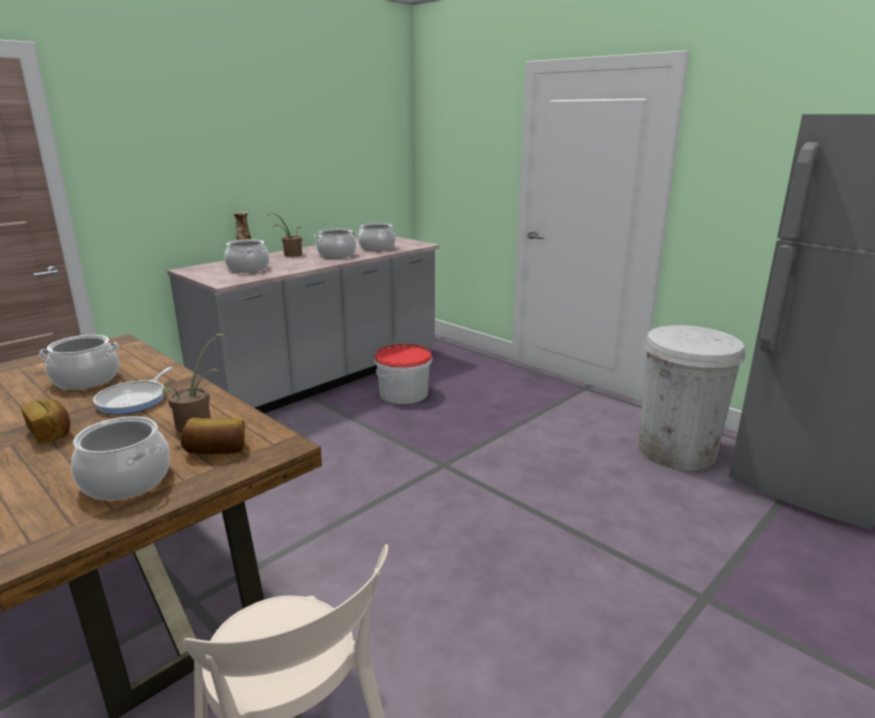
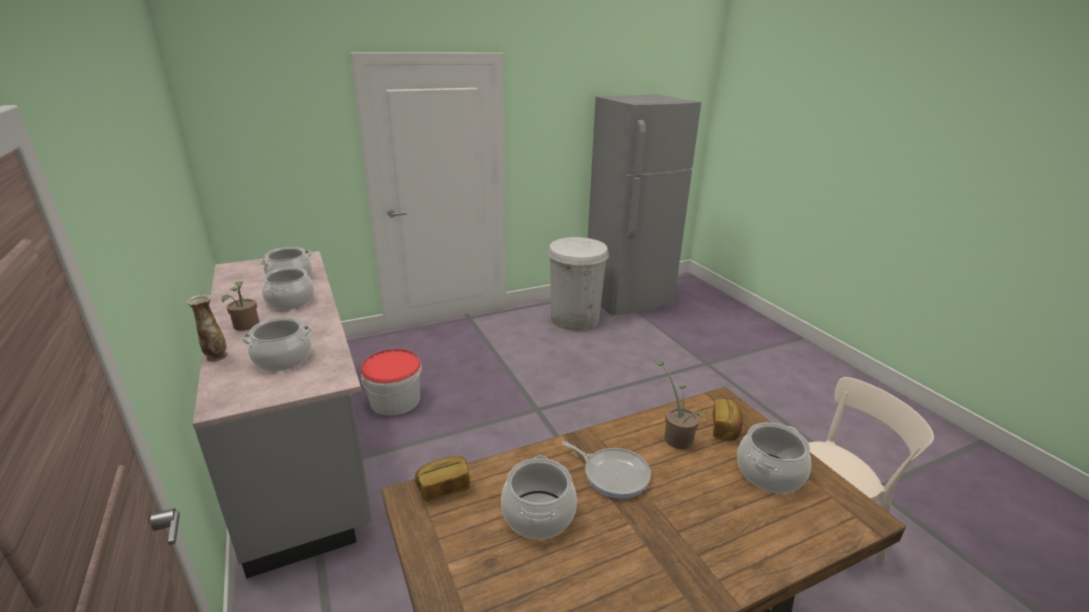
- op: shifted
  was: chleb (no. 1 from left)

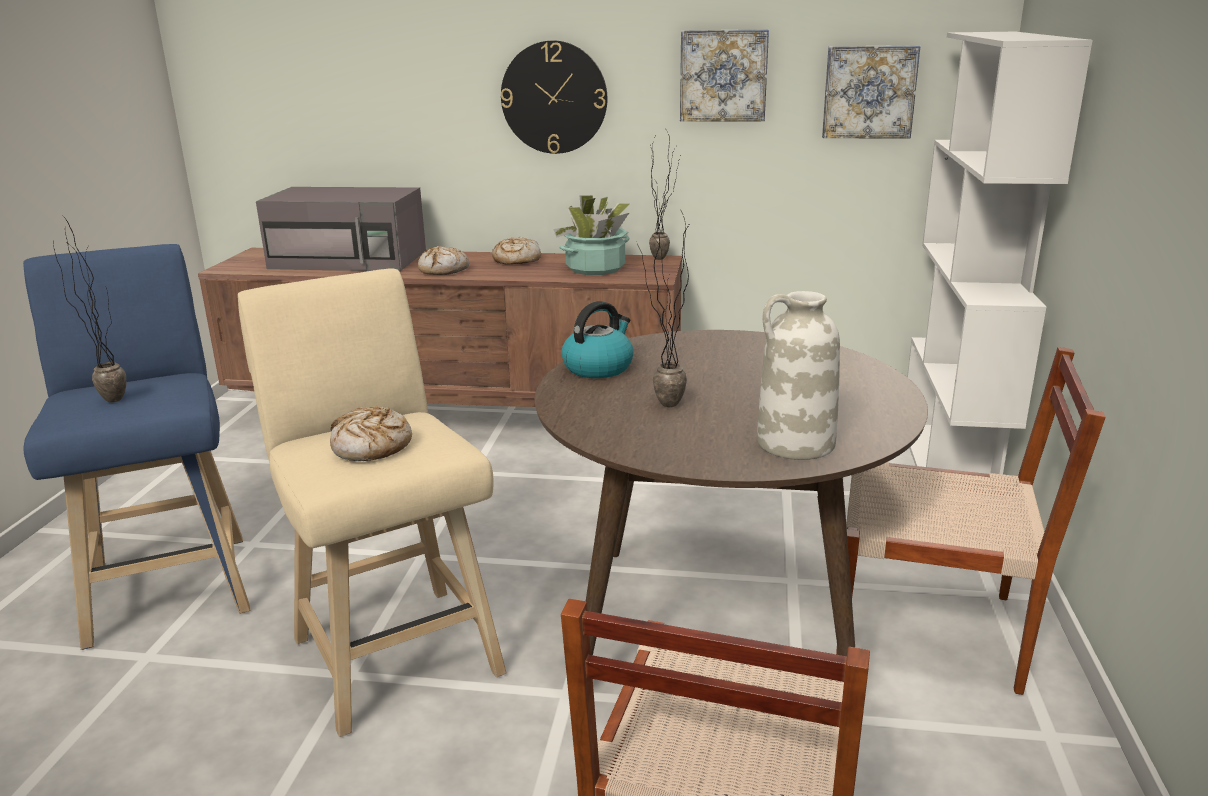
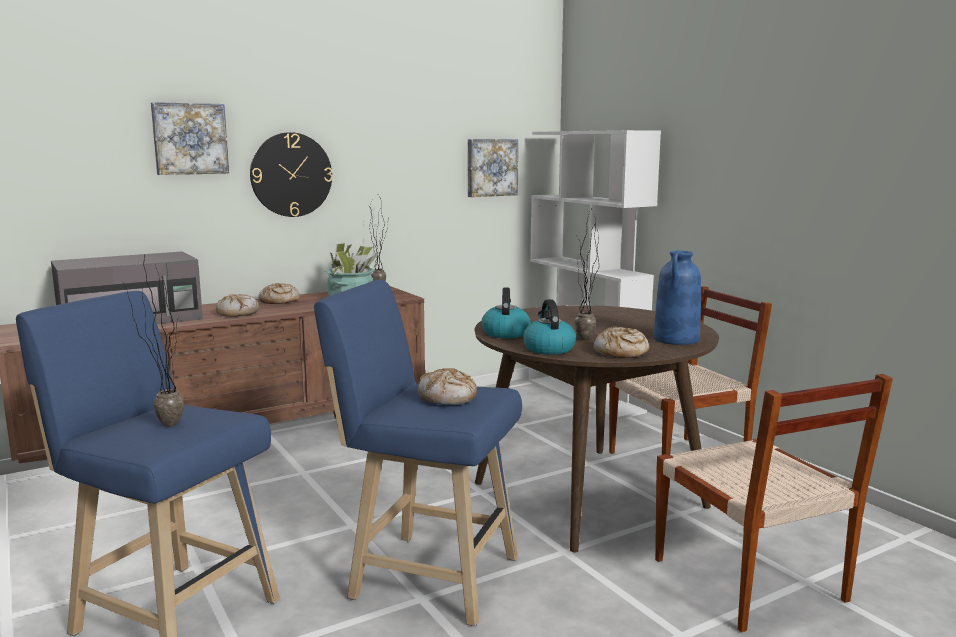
- op: repainted
  was: stołek/beżowy
  now: stołek/niebieski (no. 2 from left)
- op: shifted
  was: obraz (no. 1 from left)
- op: repainted
  was: wazon/biały
  now: wazon/niebieski
- op: new
  now: czajnik (no. 2 from left)
- op: new
  now: chleb (no. 4 from left)

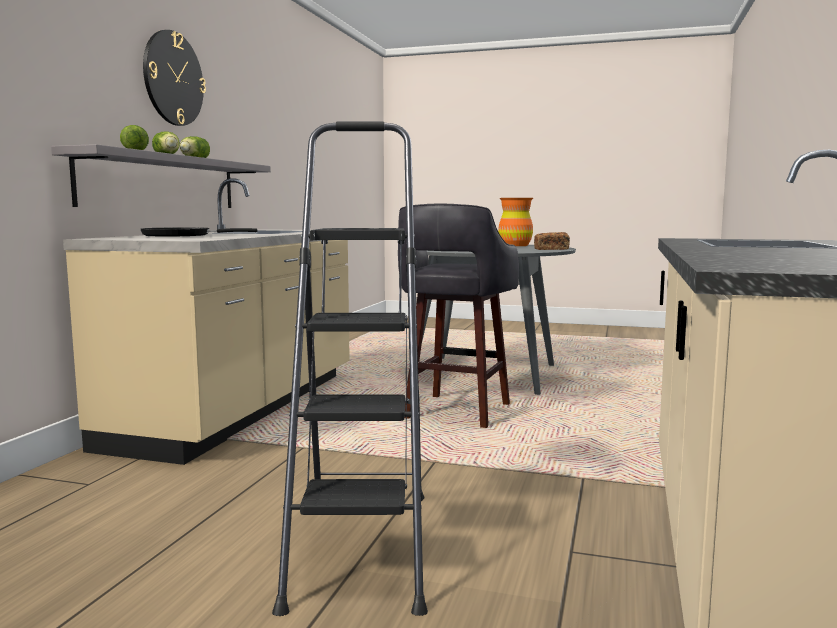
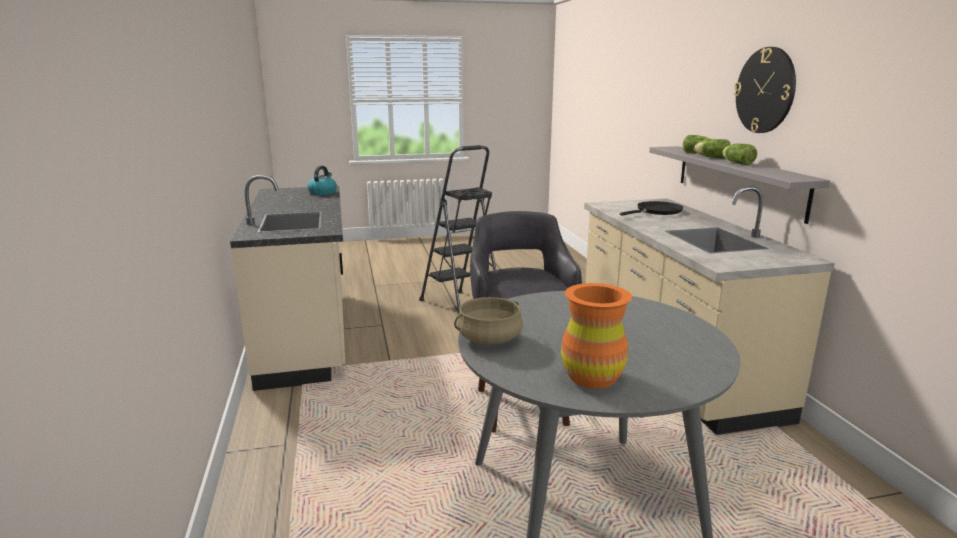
- op: swapped
  was: chleb
  now: garnek/beżowy
- op: new
  now: czajnik

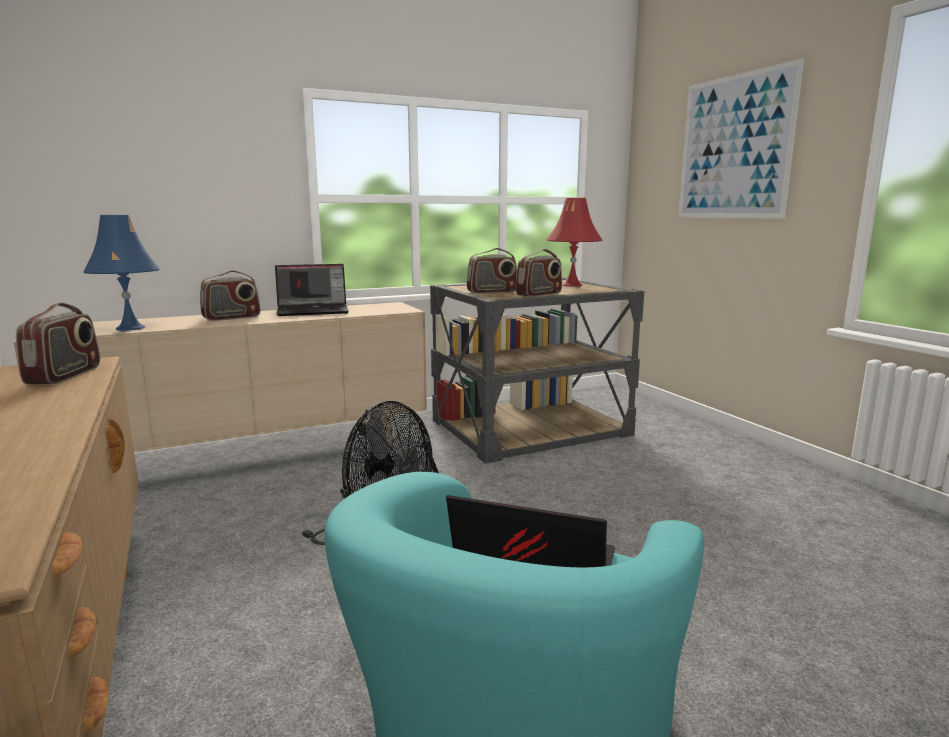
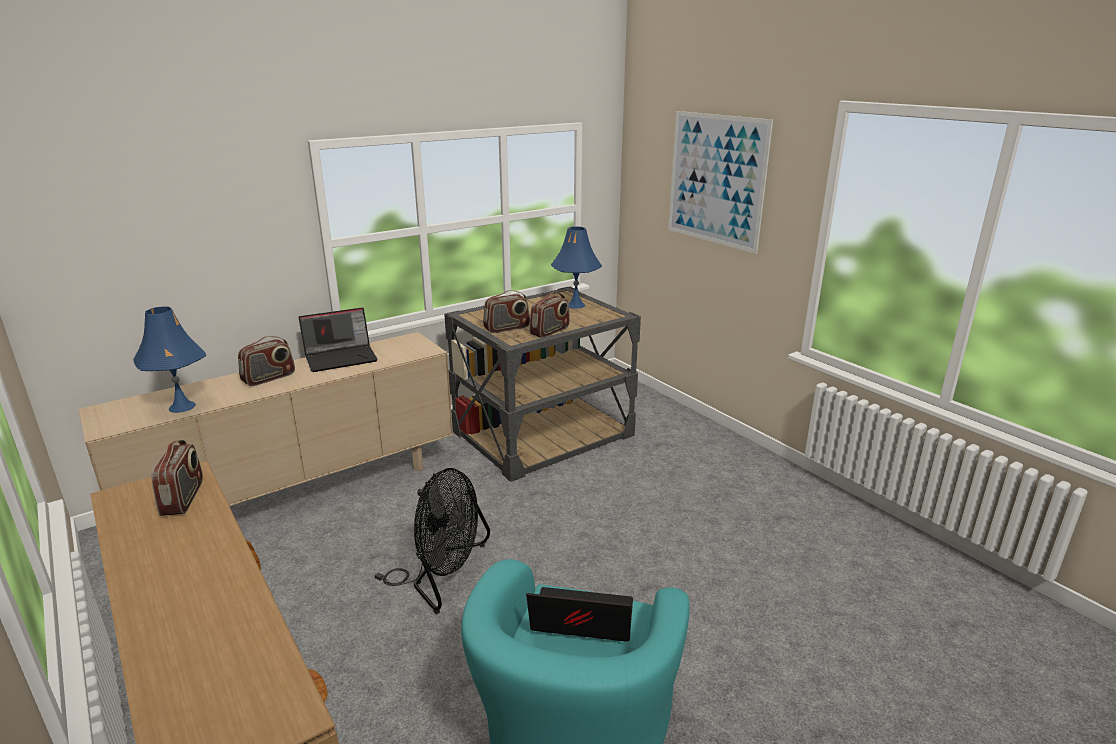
- op: repainted
  was: lampa stołowa/czerwony
  now: lampa stołowa/niebieski (no. 2 from left)

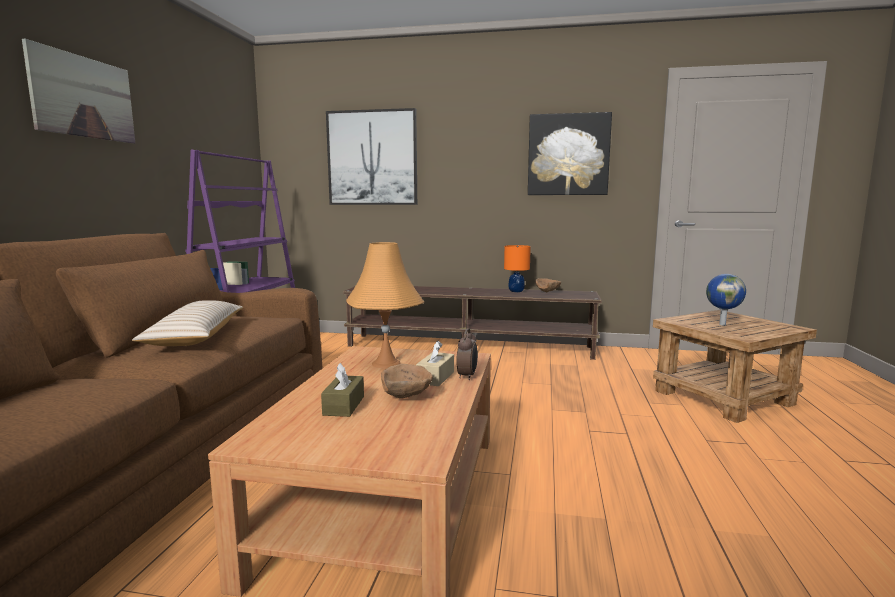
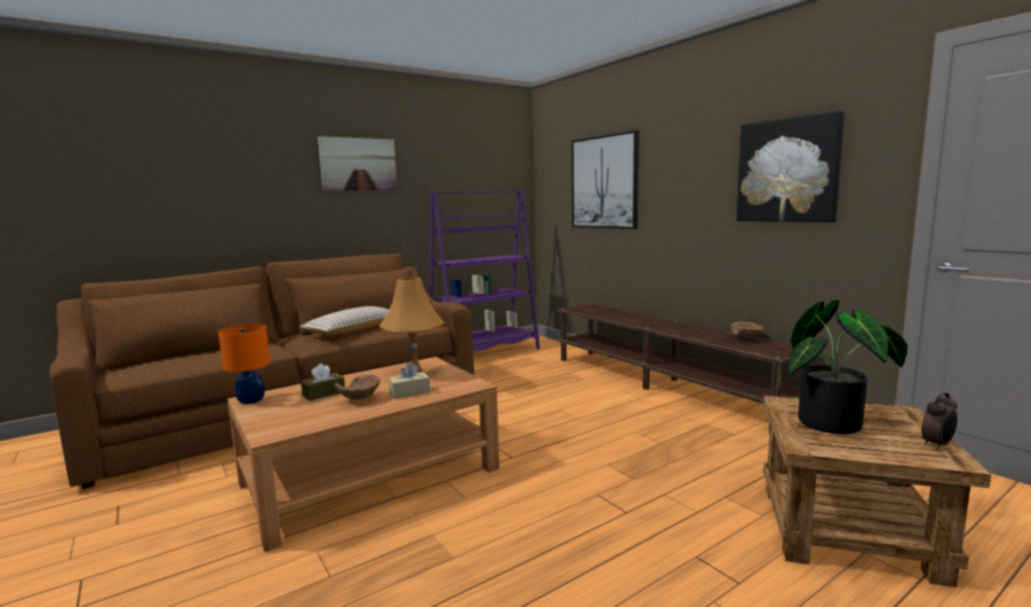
- op: shifted
  was: budzik
- op: shifted
  was: lampa stołowa/pomarańczowy (no. 2 from left in the first image)
  now: lampa stołowa/pomarańczowy (no. 1 from left)
- op: swapped
  was: globus
  now: roślina doniczkowa

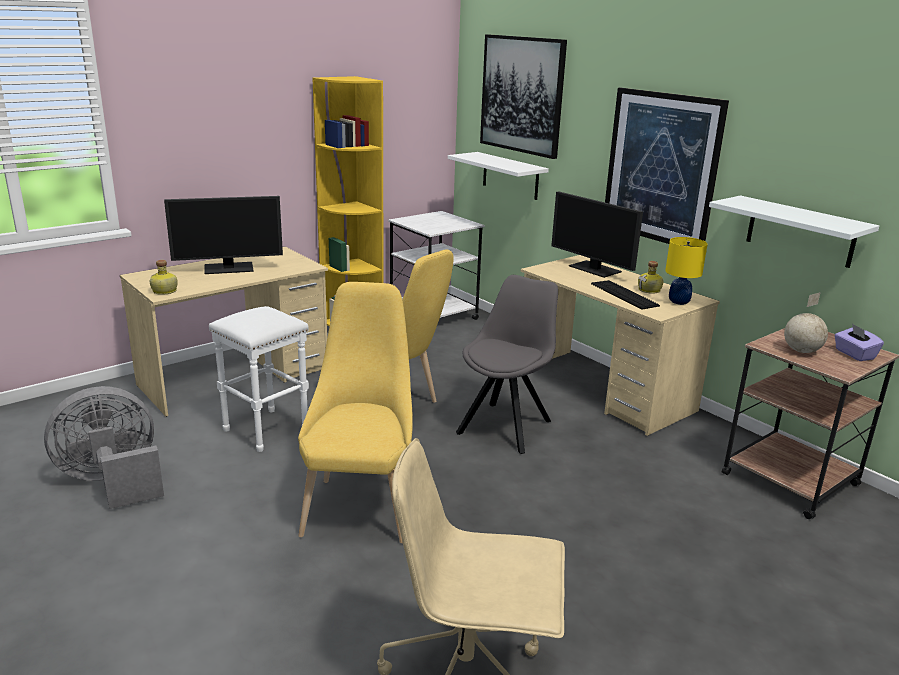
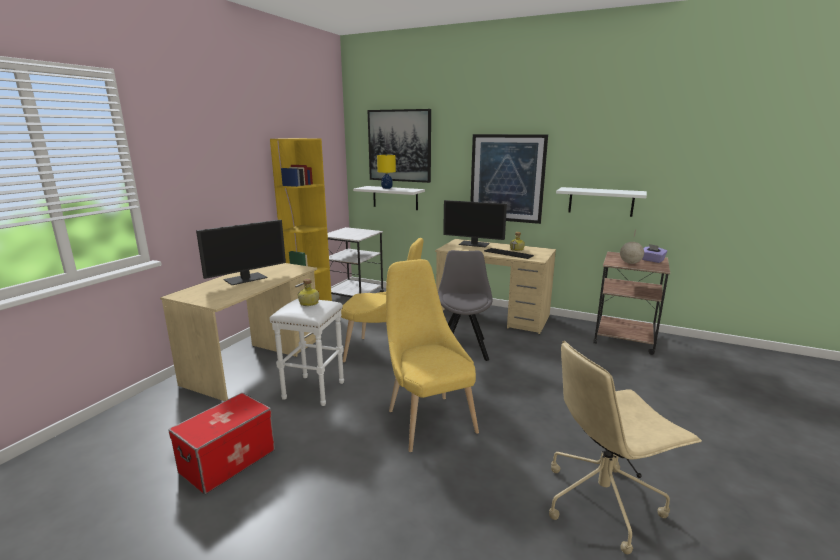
- op: swapped
  was: wentylator/szary
  now: pojemnik do przechowywania
- op: shifted
  was: butelka (no. 1 from left)
- op: shifted
  was: lampa stołowa/żółty

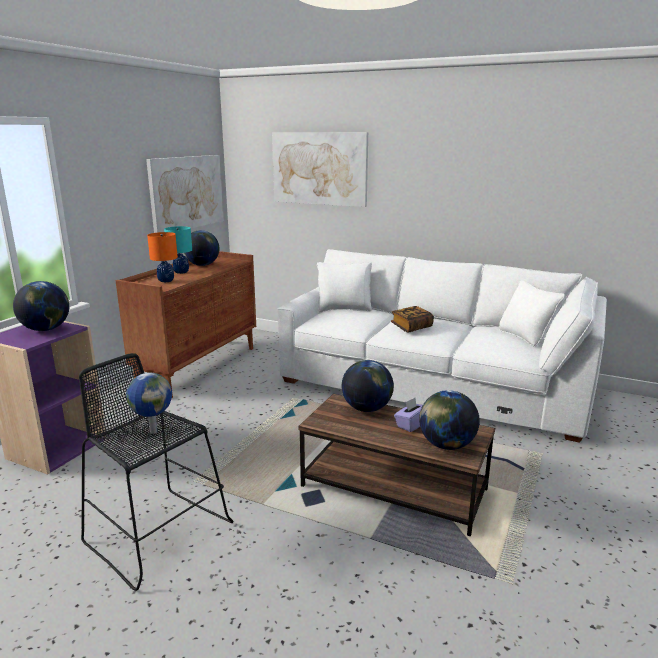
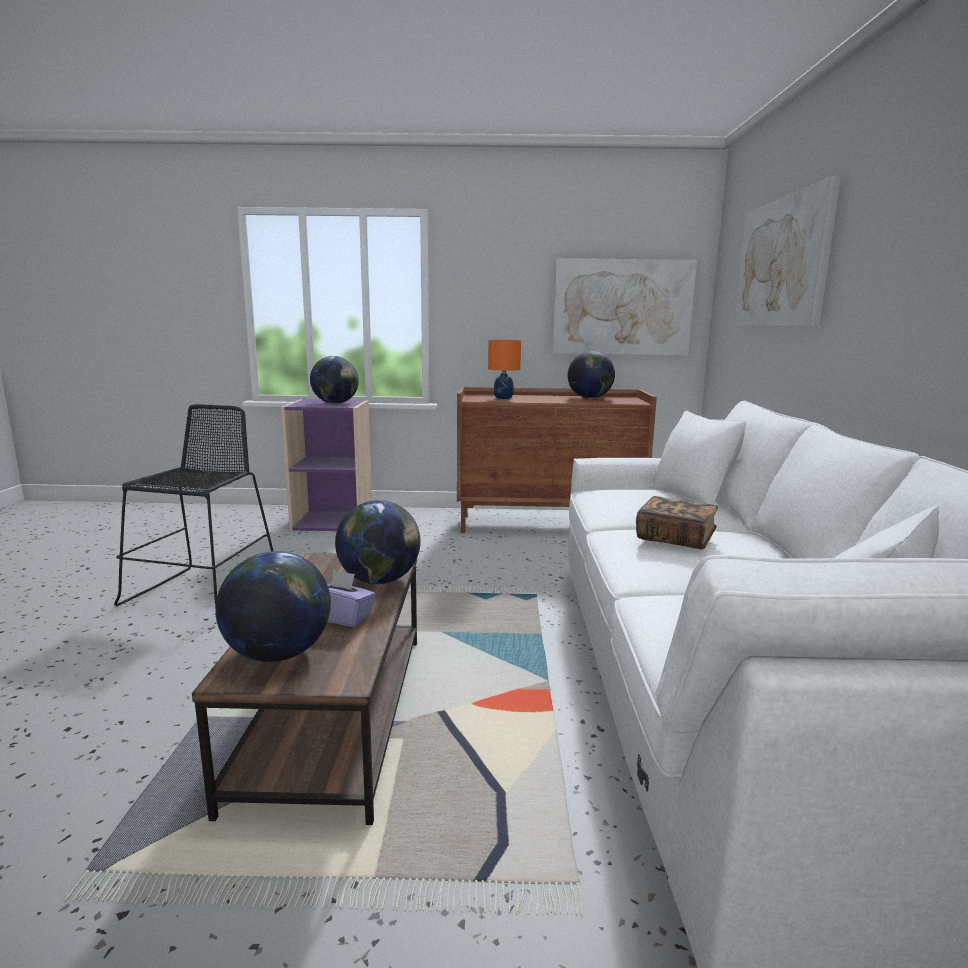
- op: gone
  was: globus (no. 2 from left)
- op: gone
  was: lampa stołowa/turkusowy

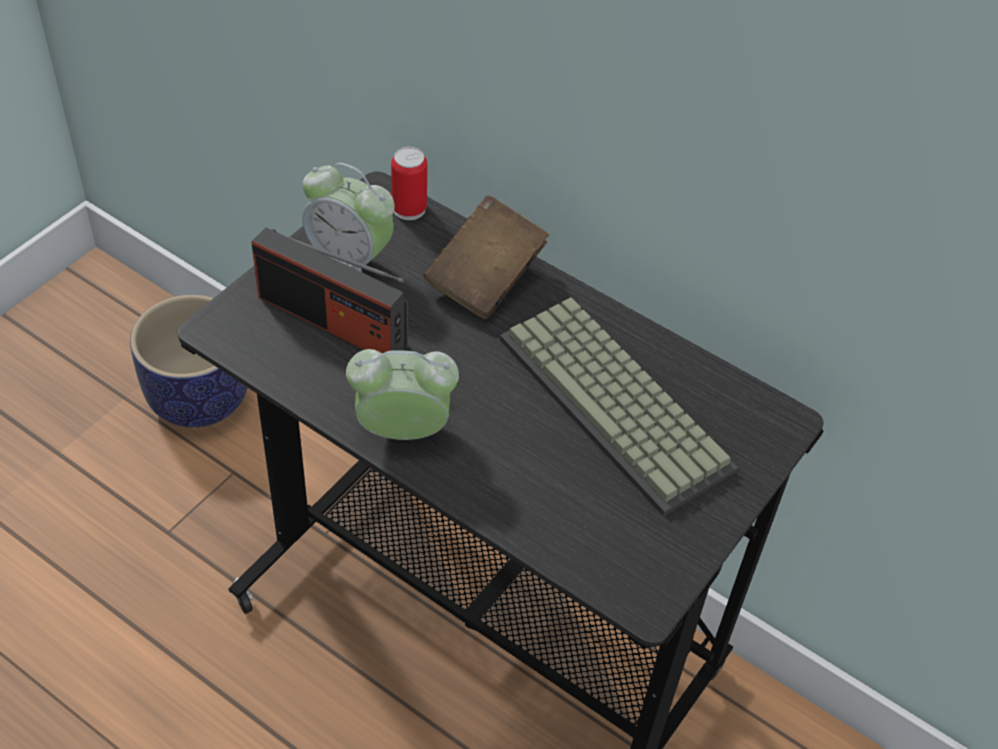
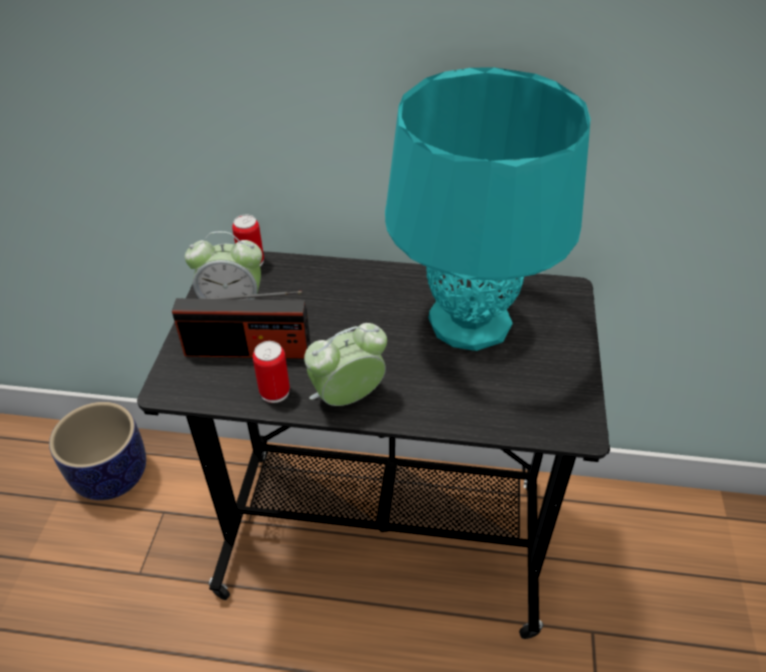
- op: gone
  was: książka/brązowy
- op: swapped
  was: klawiatura
  now: lampa stołowa/turkusowy
- op: new
  now: puszka (no. 2 from left)

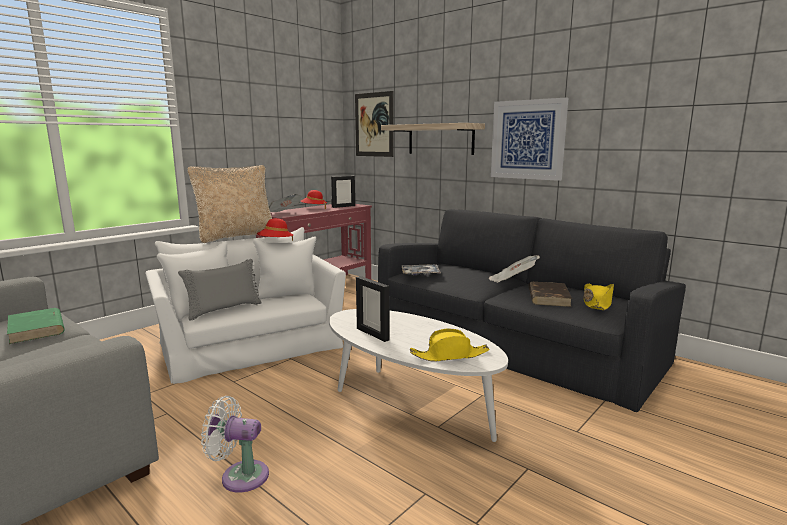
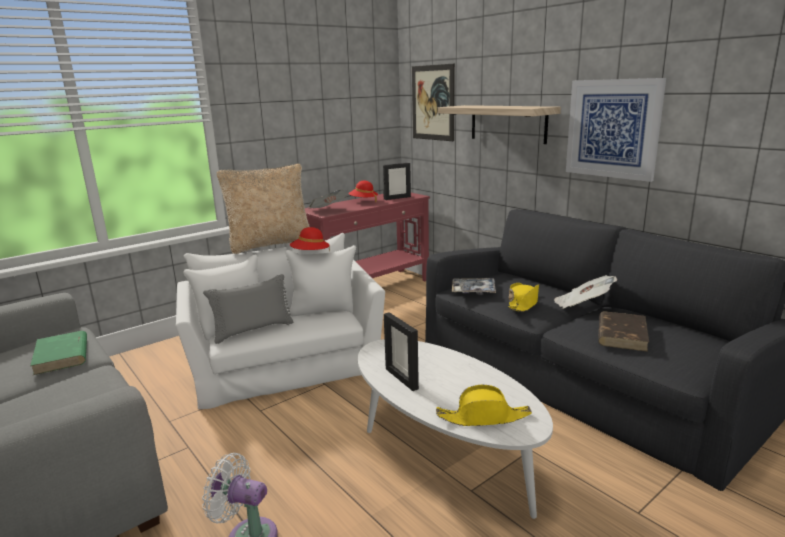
- op: shifted
  was: kapelusz/żółty (no. 2 from left)

